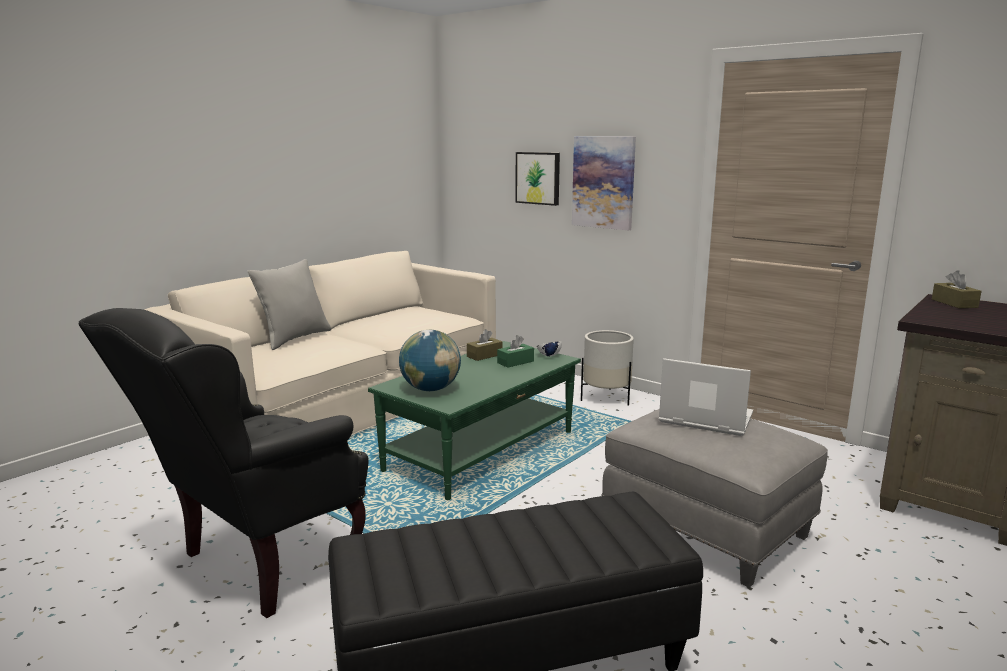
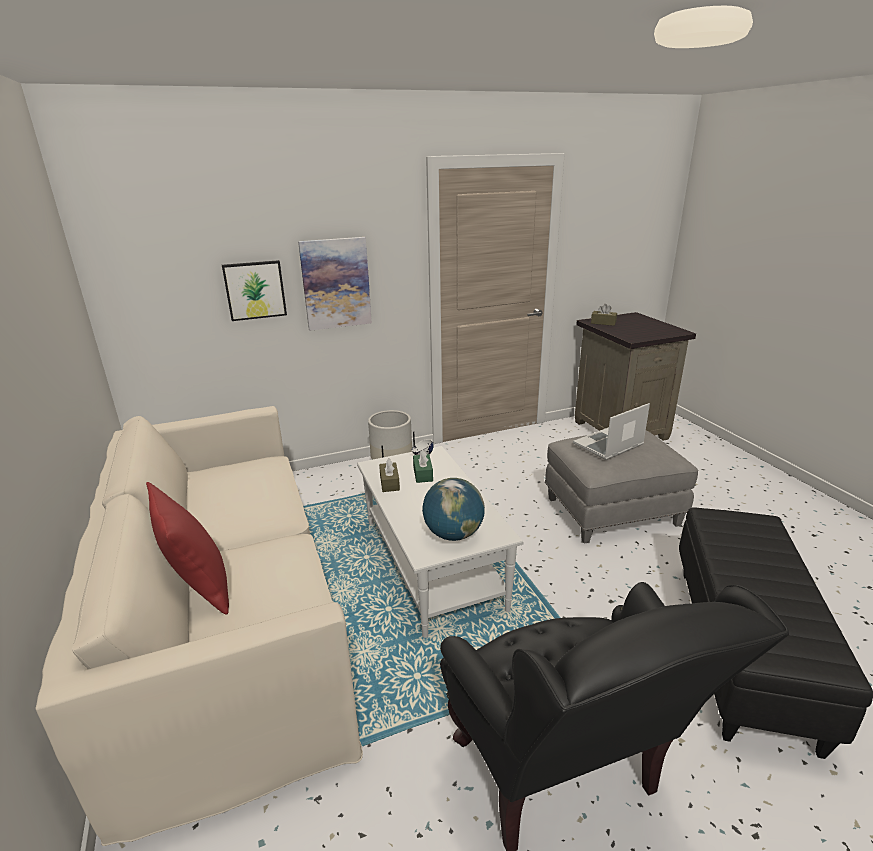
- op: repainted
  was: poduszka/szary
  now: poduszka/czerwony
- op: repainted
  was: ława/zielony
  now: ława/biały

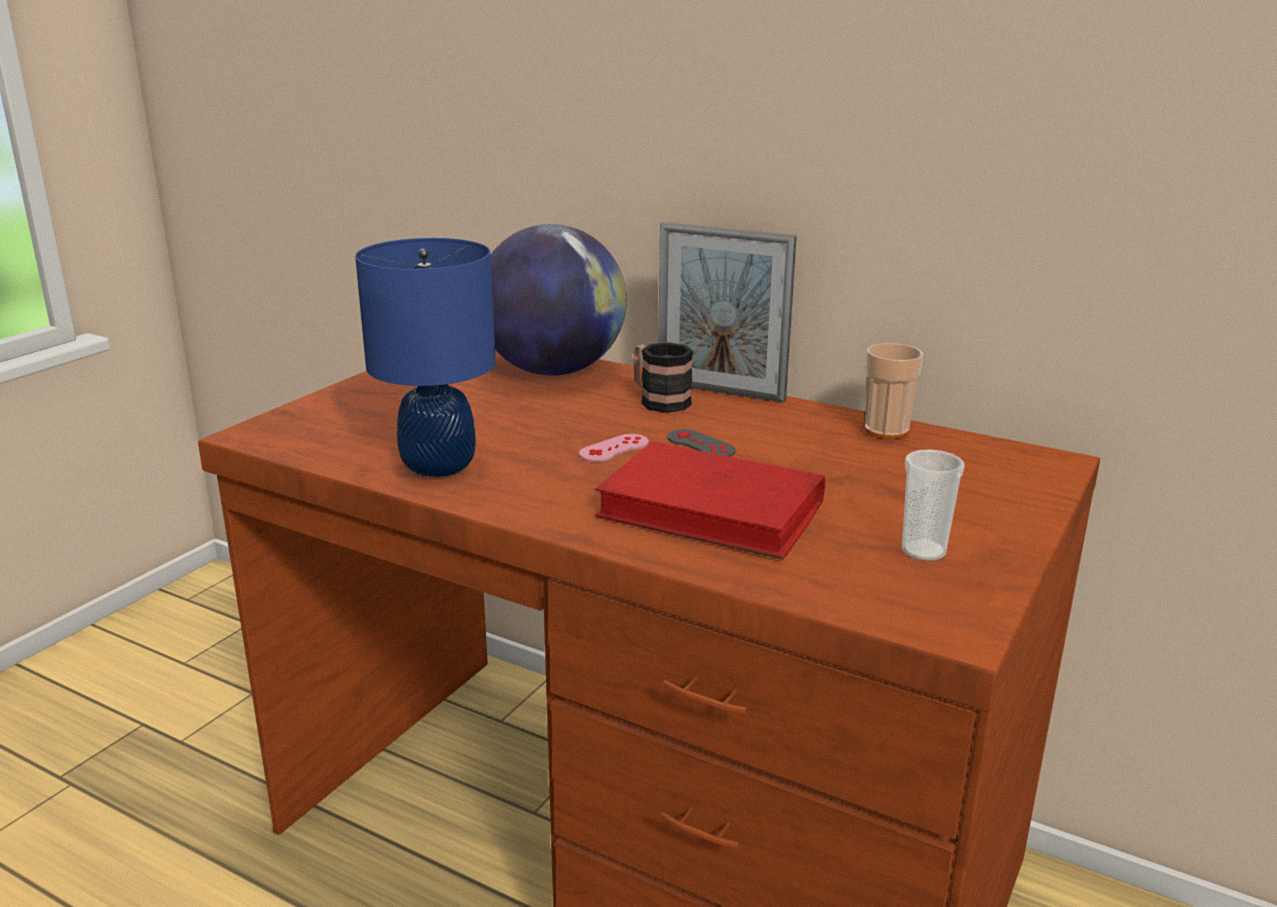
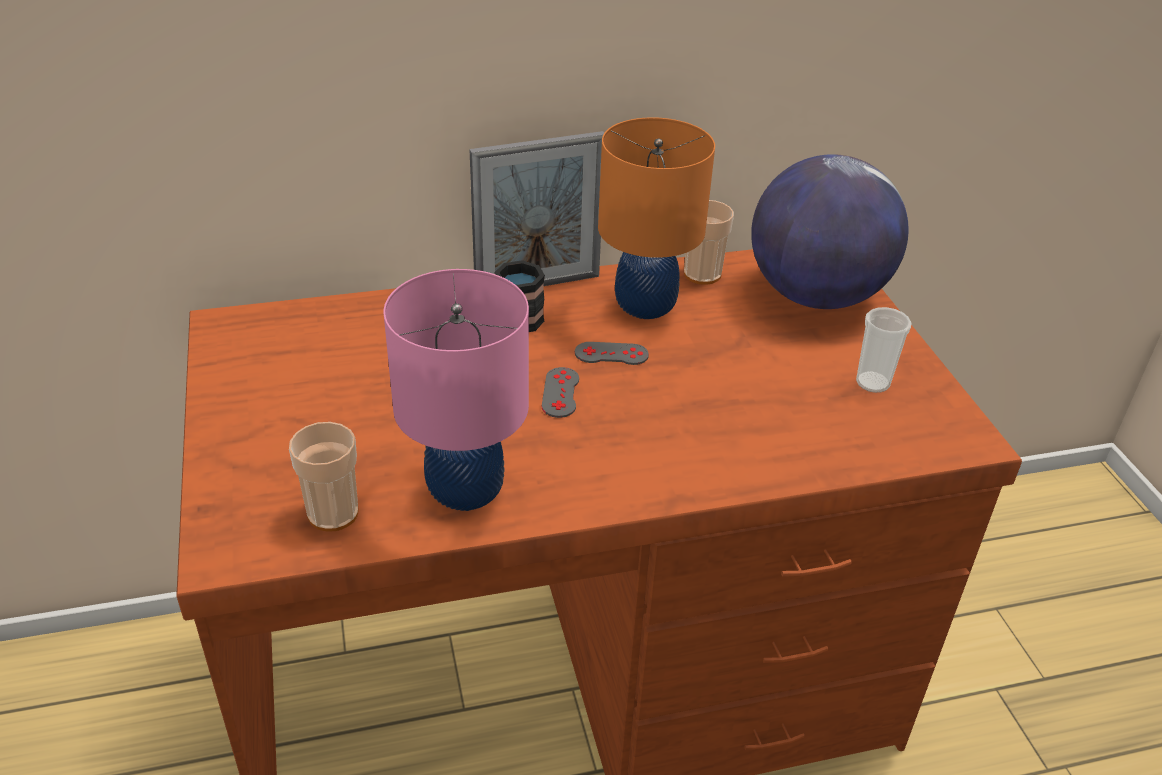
- op: repainted
  was: lampa stołowa/niebieski
  now: lampa stołowa/różowy
- op: shifted
  was: globus
- op: repainted
  was: pad do gier/różowy
  now: pad do gier/szary (no. 1 from left)
- op: gone
  was: książka/czerwony
- op: new
  now: filiżanka (no. 1 from left)
- op: new
  now: lampa stołowa/pomarańczowy

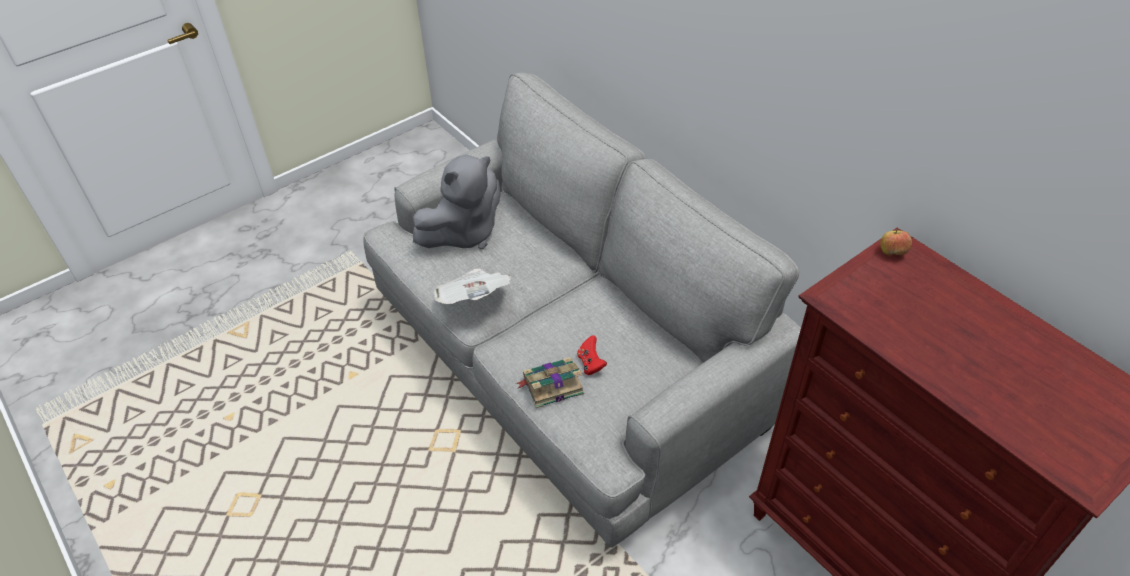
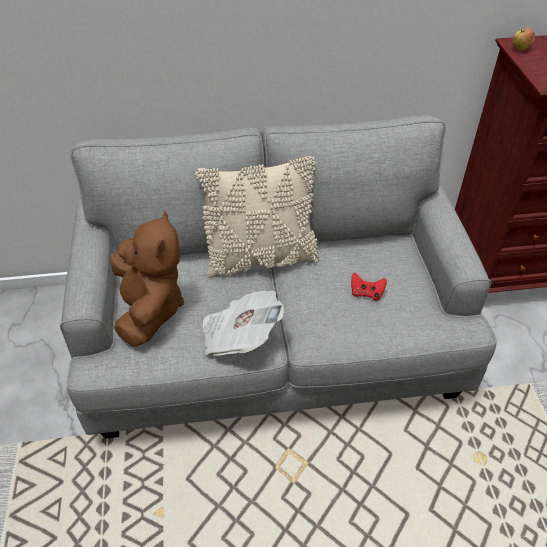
- op: repainted
  was: pluszak/szary
  now: pluszak/brązowy
- op: gone
  was: książka
- op: new
  now: poduszka/beżowy

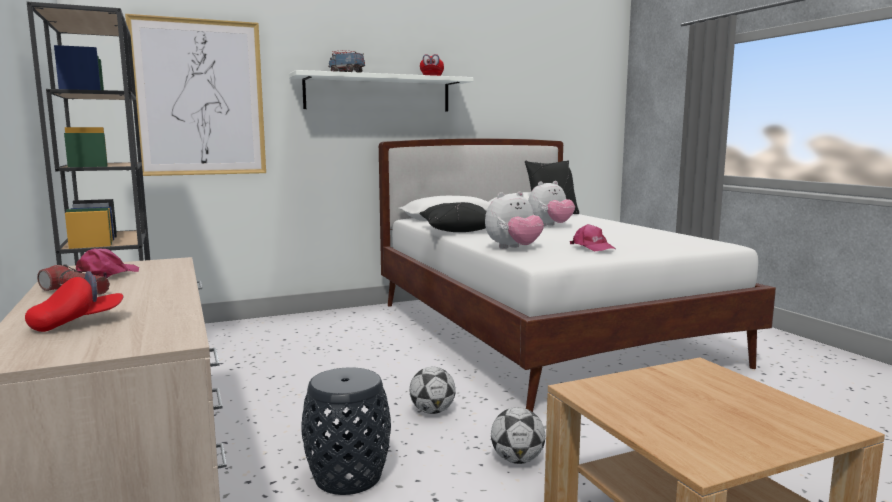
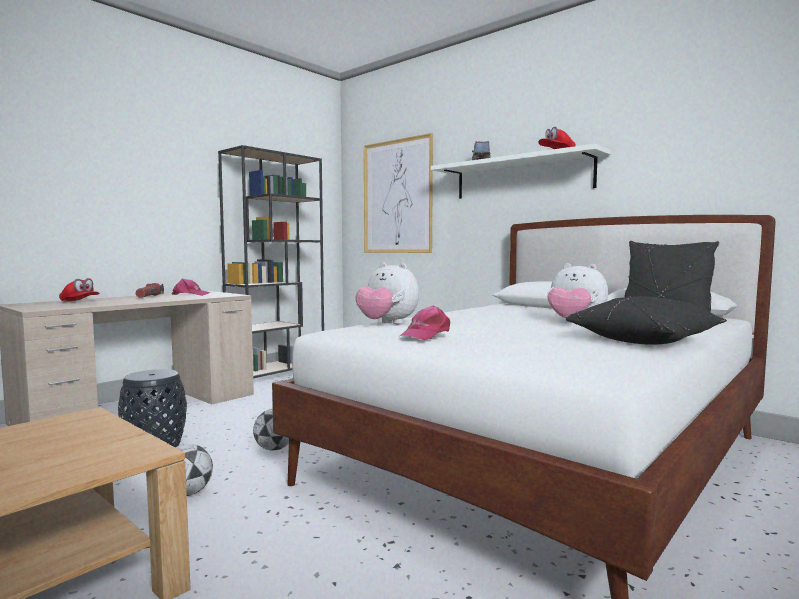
- op: shifted
  was: poduszka/czarny (no. 1 from left)

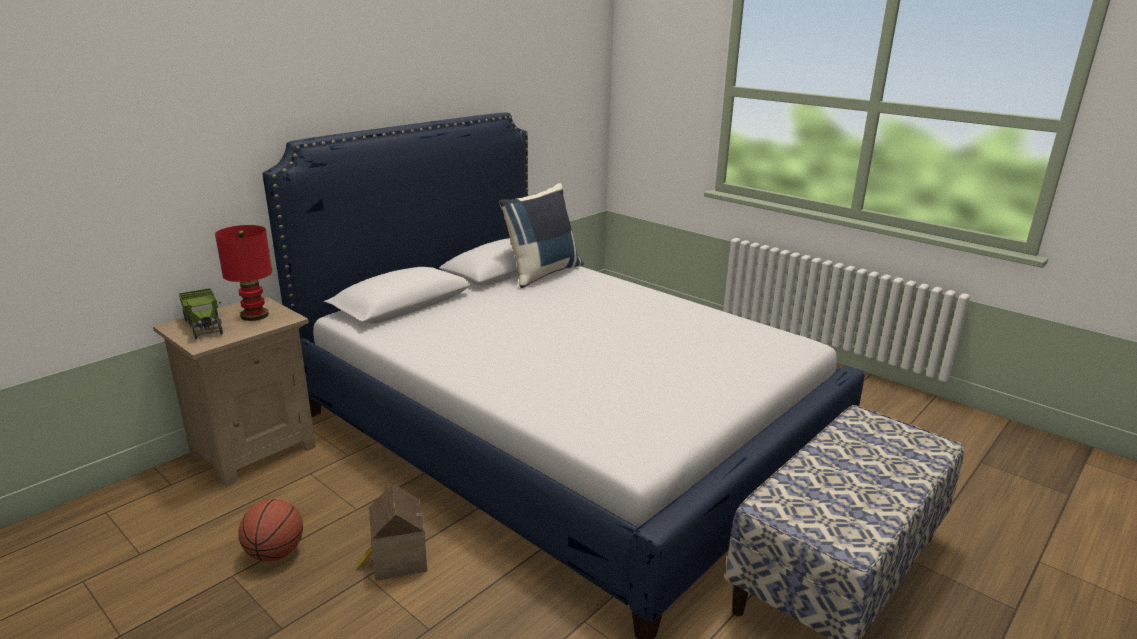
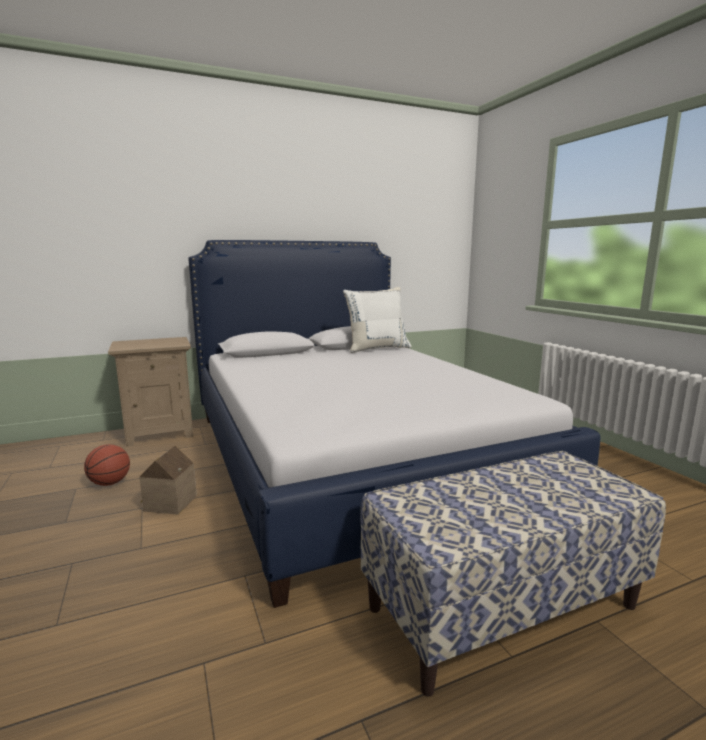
- op: gone
  was: ciężarówka zabawkowa
- op: gone
  was: lampa stołowa/czerwony
- op: repainted
  was: poduszka/niebieski
  now: poduszka/biały

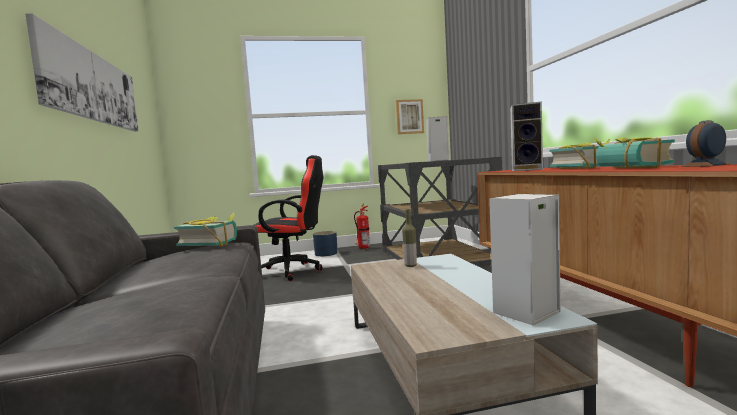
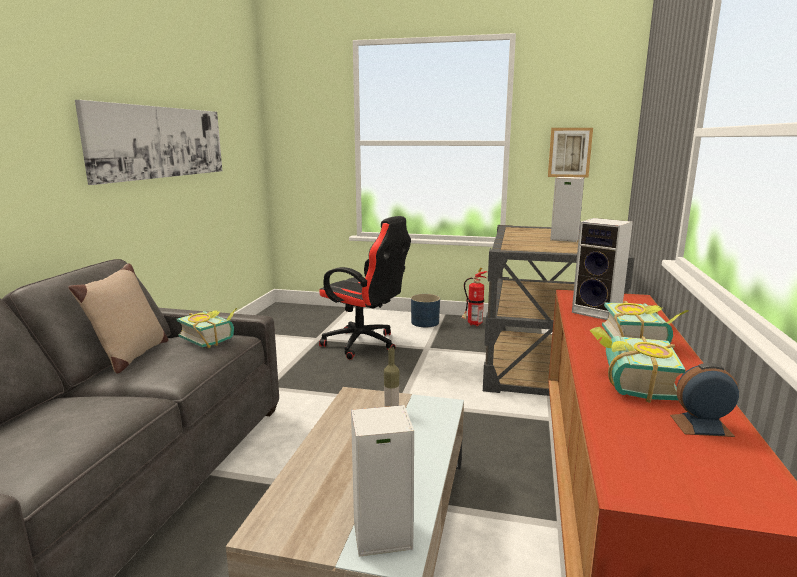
- op: new
  now: poduszka/beżowy

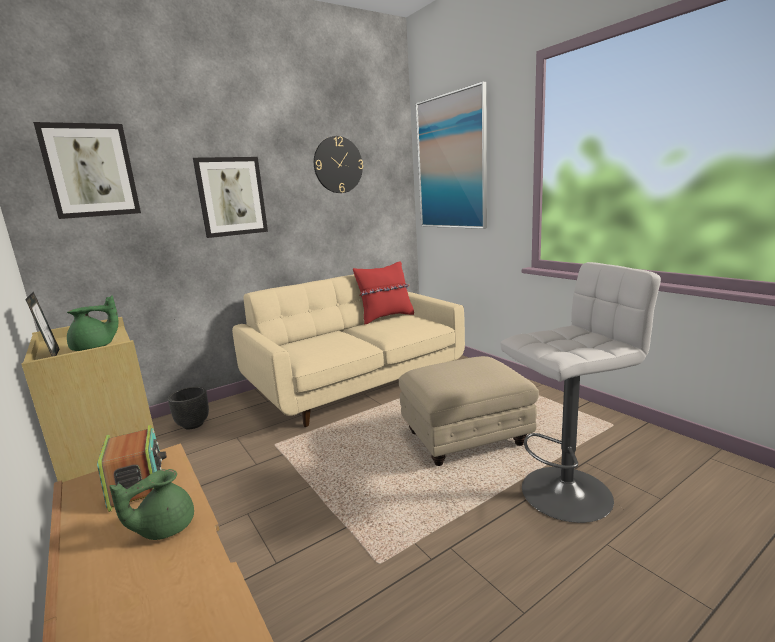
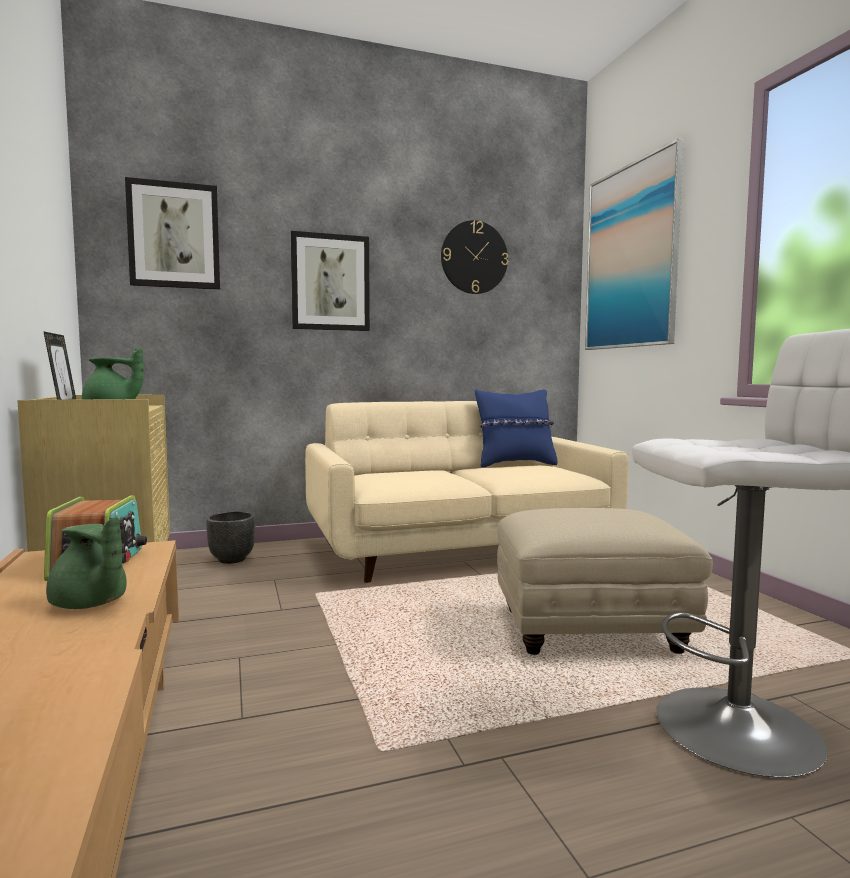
- op: rotated
  was: imbryk/zielony (no. 2 from left in the first image)
  clockwise: -120
- op: repainted
  was: poduszka/czerwony
  now: poduszka/niebieski

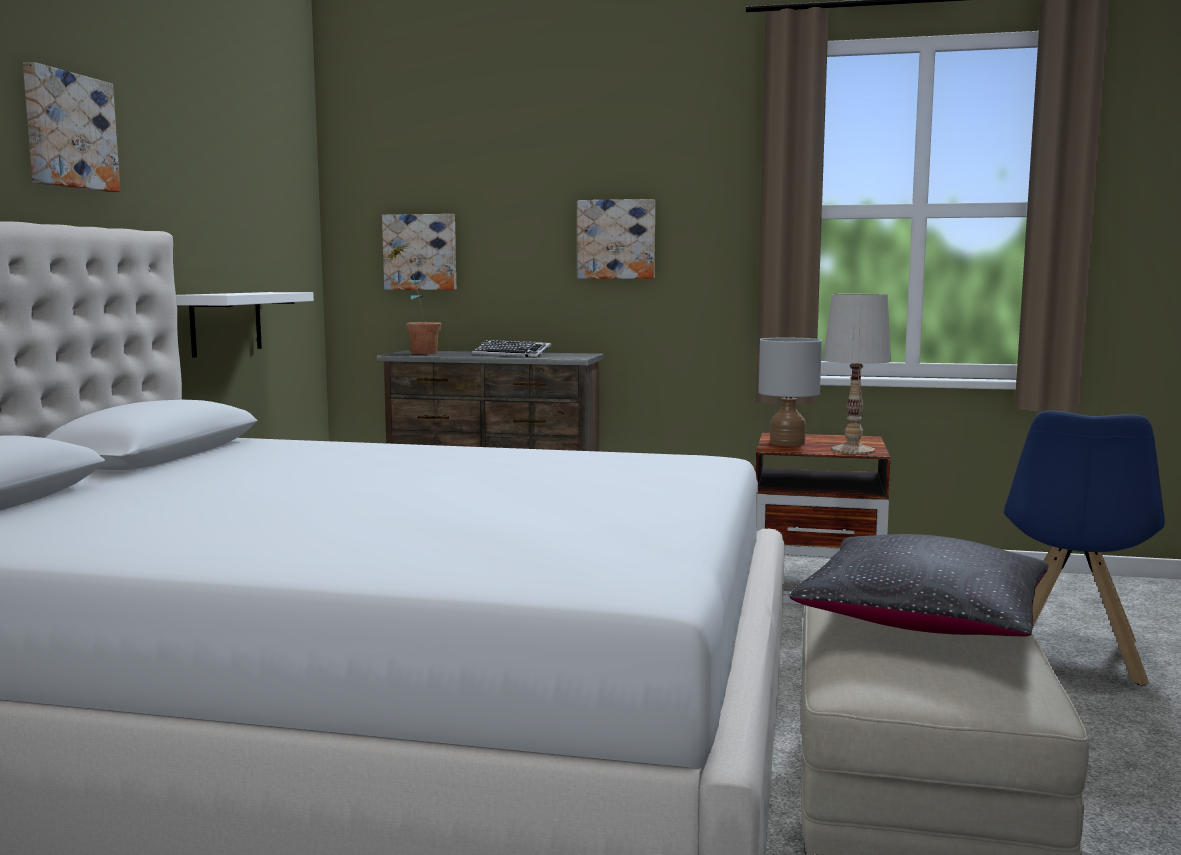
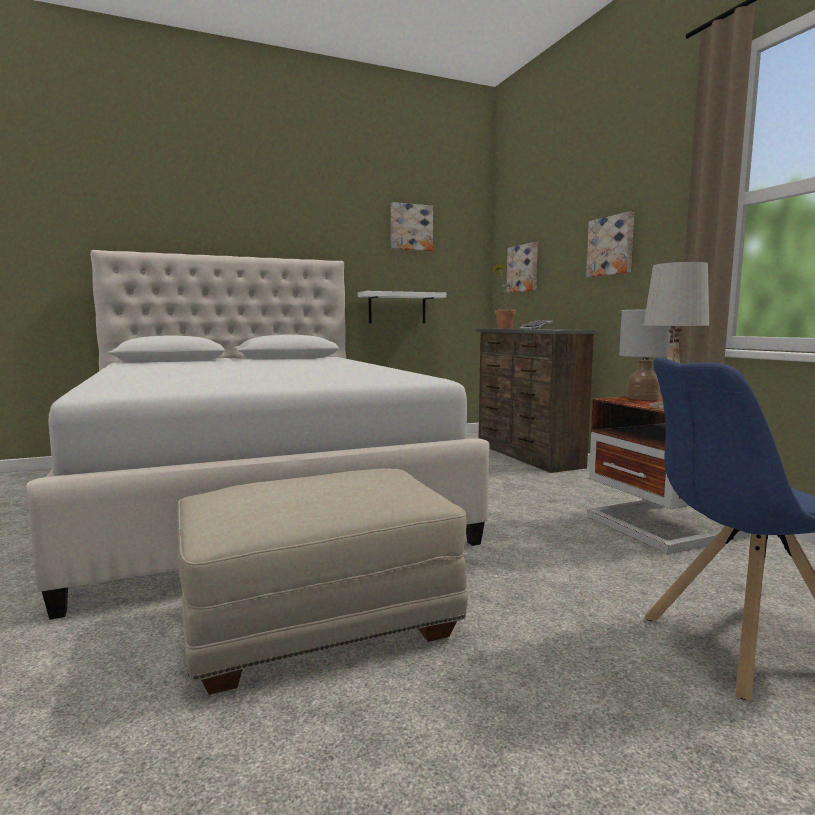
- op: shifted
  was: obraz (no. 1 from left)
- op: gone
  was: poduszka/czarny

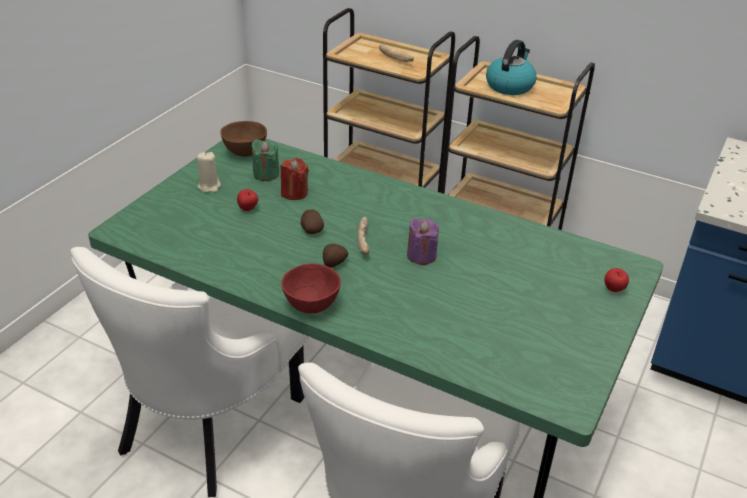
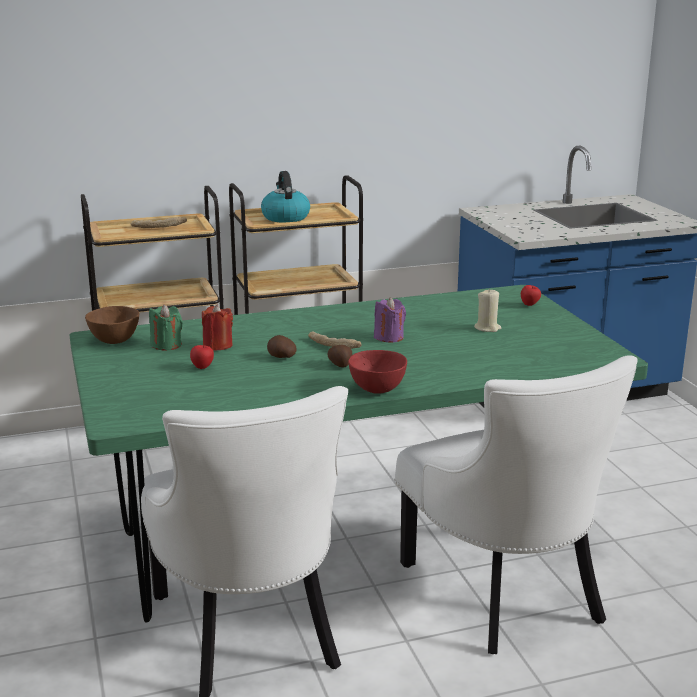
- op: shifted
  was: świeca/beżowy

